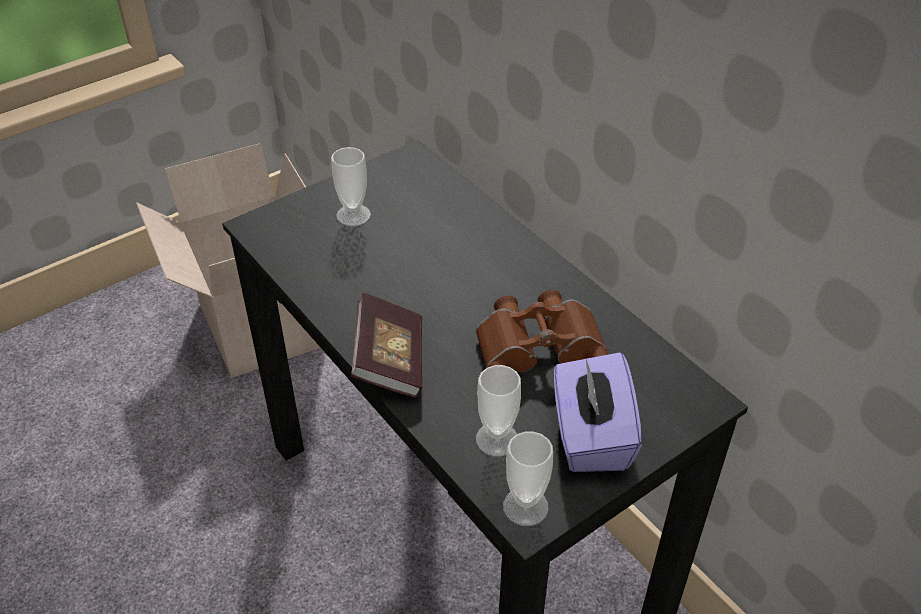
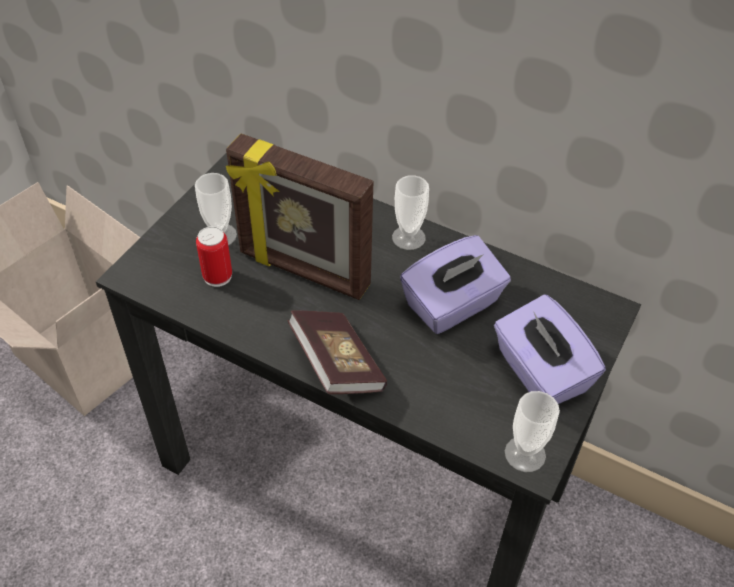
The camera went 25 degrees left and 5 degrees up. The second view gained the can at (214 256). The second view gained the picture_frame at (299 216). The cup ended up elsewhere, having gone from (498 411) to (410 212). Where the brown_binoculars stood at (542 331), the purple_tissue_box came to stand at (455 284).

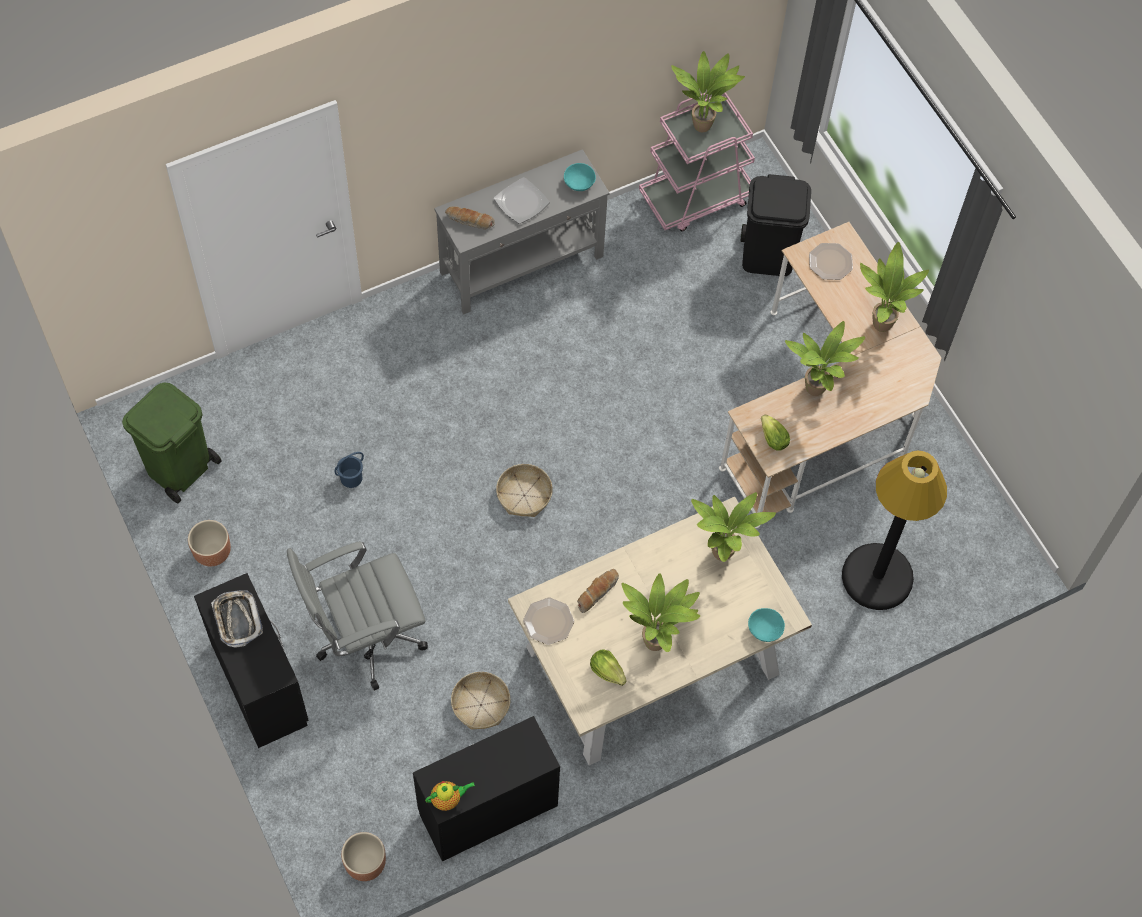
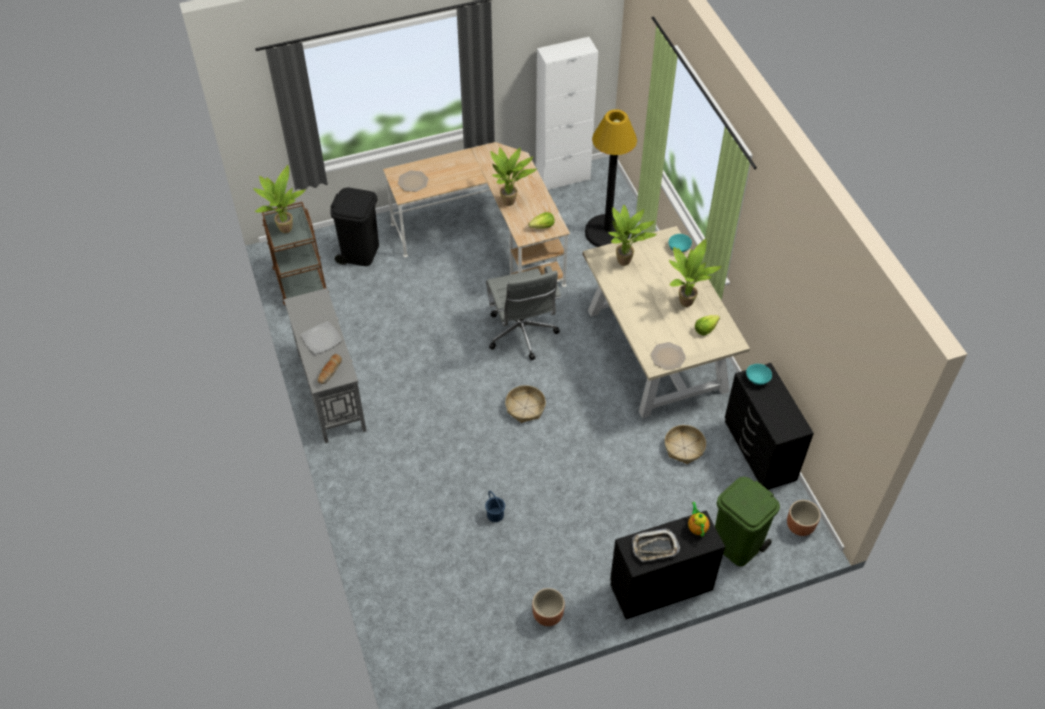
The camera went 80 degrees left and 10 degrees down. What was the pink_cart at (697 161) turned into the brown_cart at (295 254). The grey_office_chair ended up elsewhere, having gone from (357 616) to (523 313). The second view gained the white_cabinet at (567 113). The teapot ended up elsewhere, having gone from (450 796) to (699 519). The green_trash_can ended up elsewhere, having gone from (172 442) to (747 521). The turquoise_bowl ended up elsewhere, having gone from (580 177) to (759 374). The second view lost the bread at (598 591). The second view lost the potted_plant at (894 287).

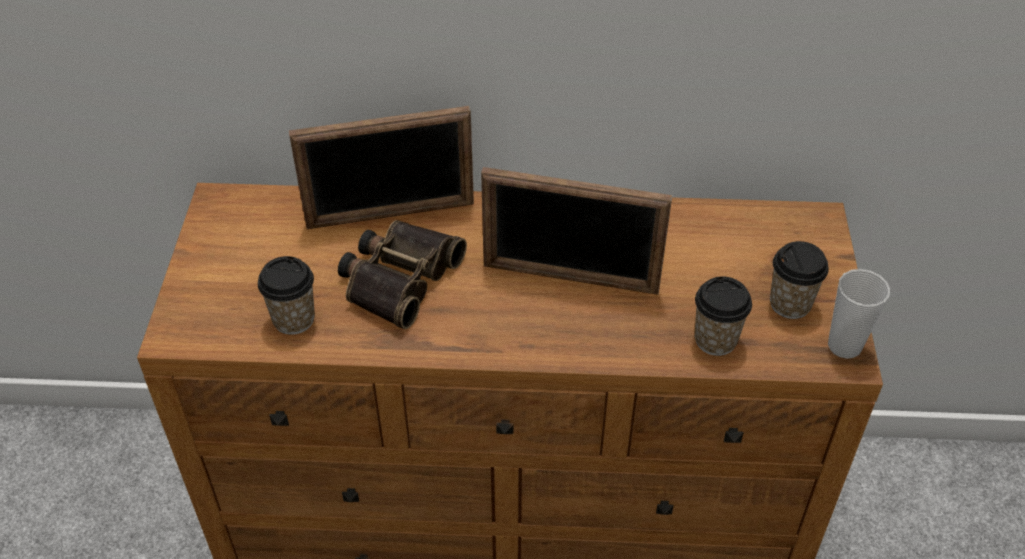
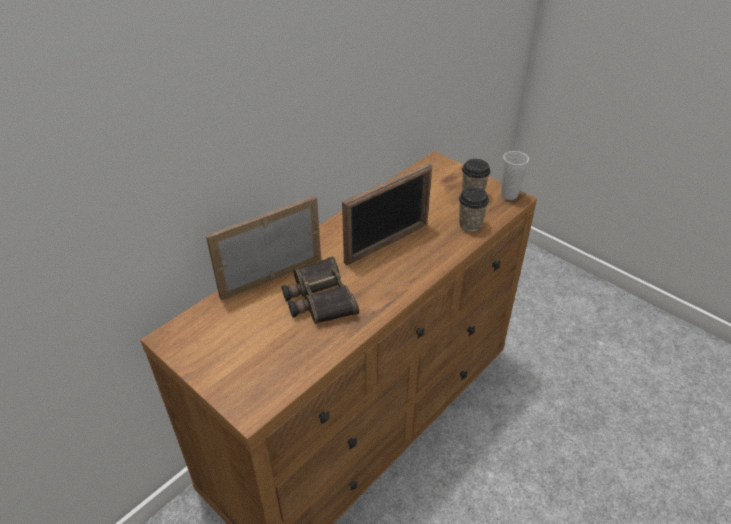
The camera went 50 degrees left and 5 degrees down. The picture_frame at (381 167) ended up facing another way, 150 degrees counterclockwise from before. The second view lost the cup at (286 295).

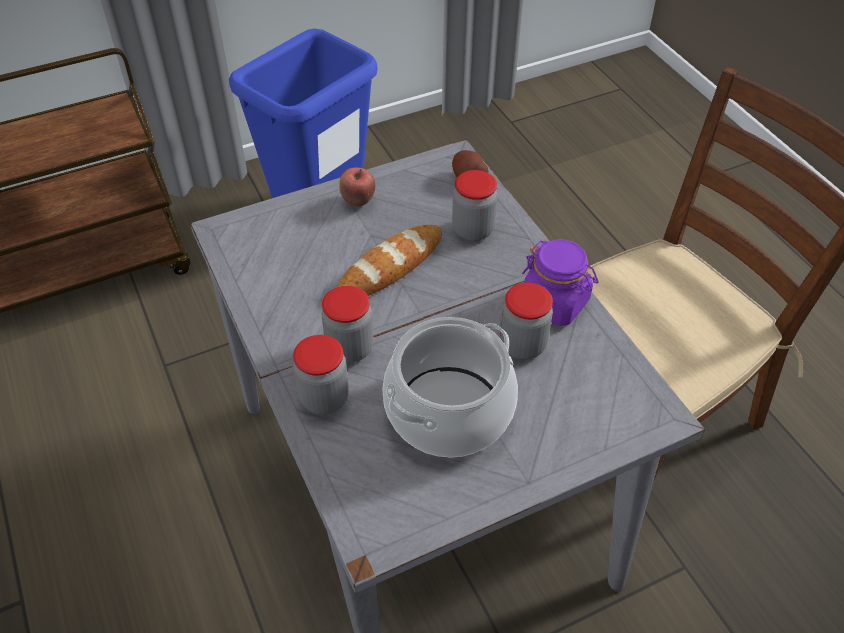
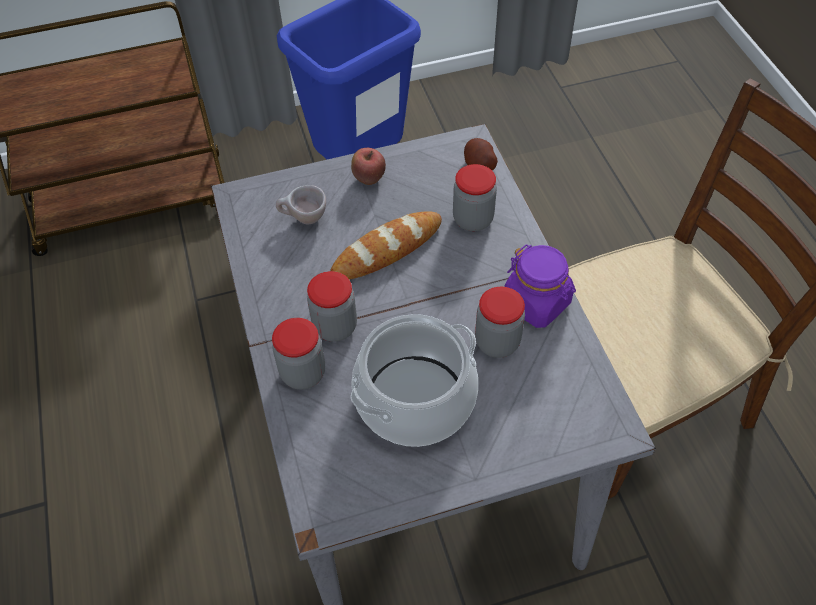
The camera went 10 degrees right and 5 degrees up. The second view gained the beige_cup at (301 204).

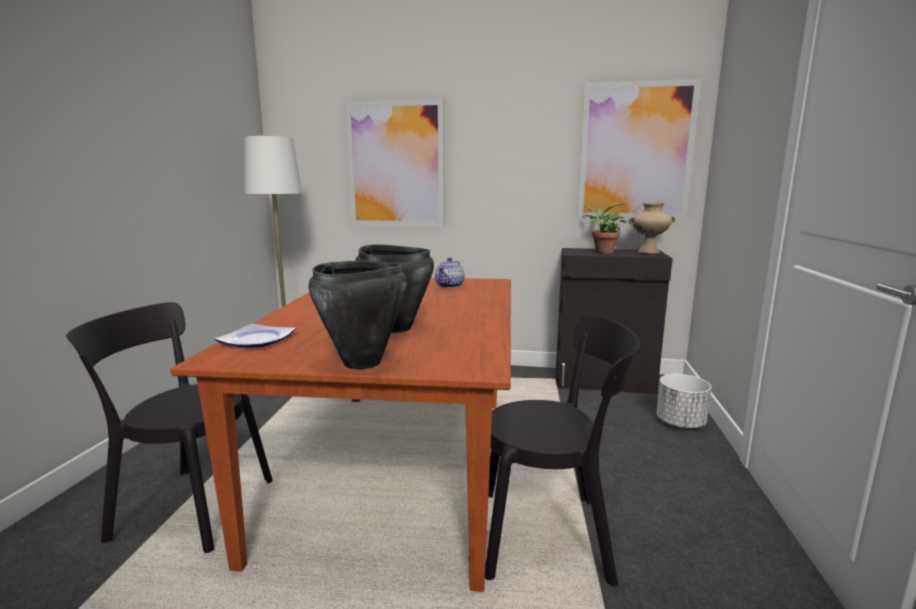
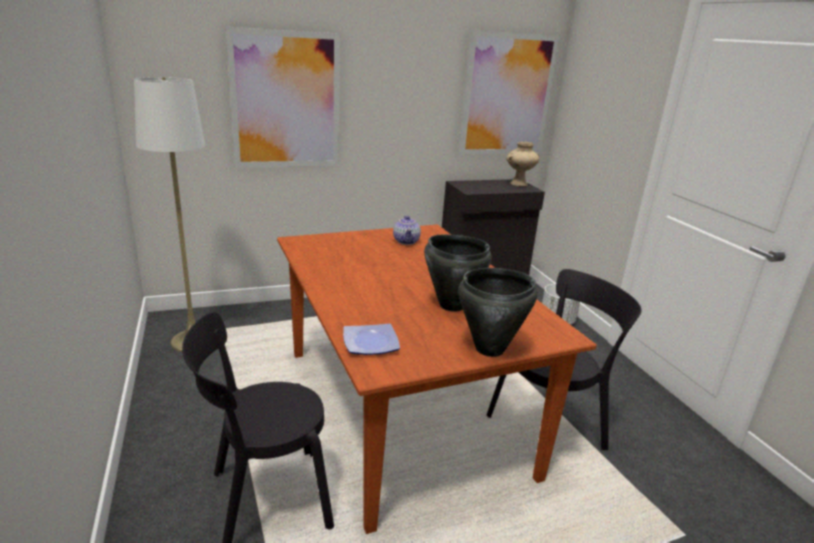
The camera went 30 degrees left and 10 degrees up. The second view lost the potted_plant at (607 228).

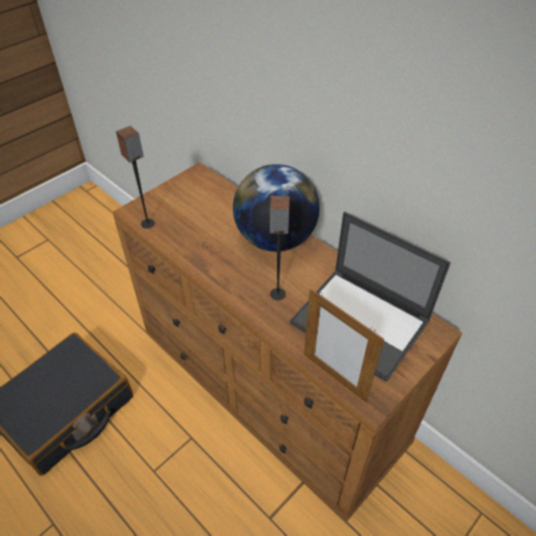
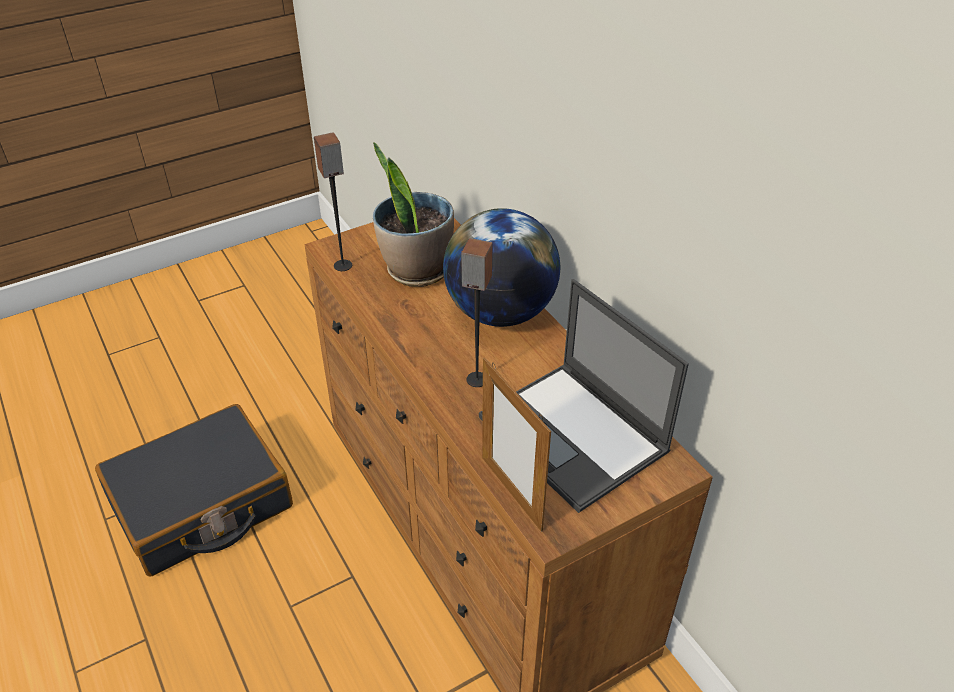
The camera went 15 degrees right and 5 degrees down. The second view gained the potted_plant at (413 214).

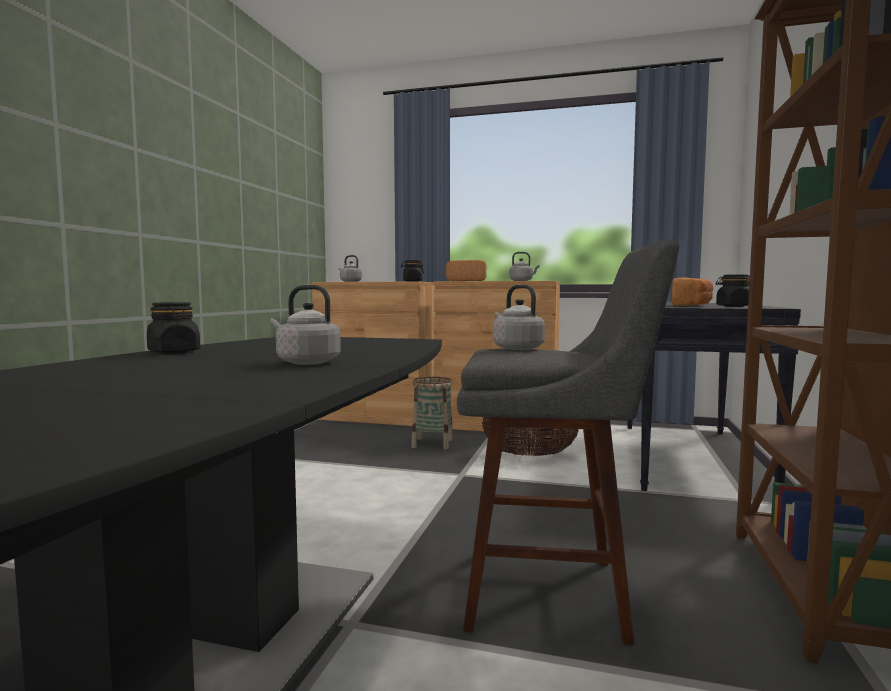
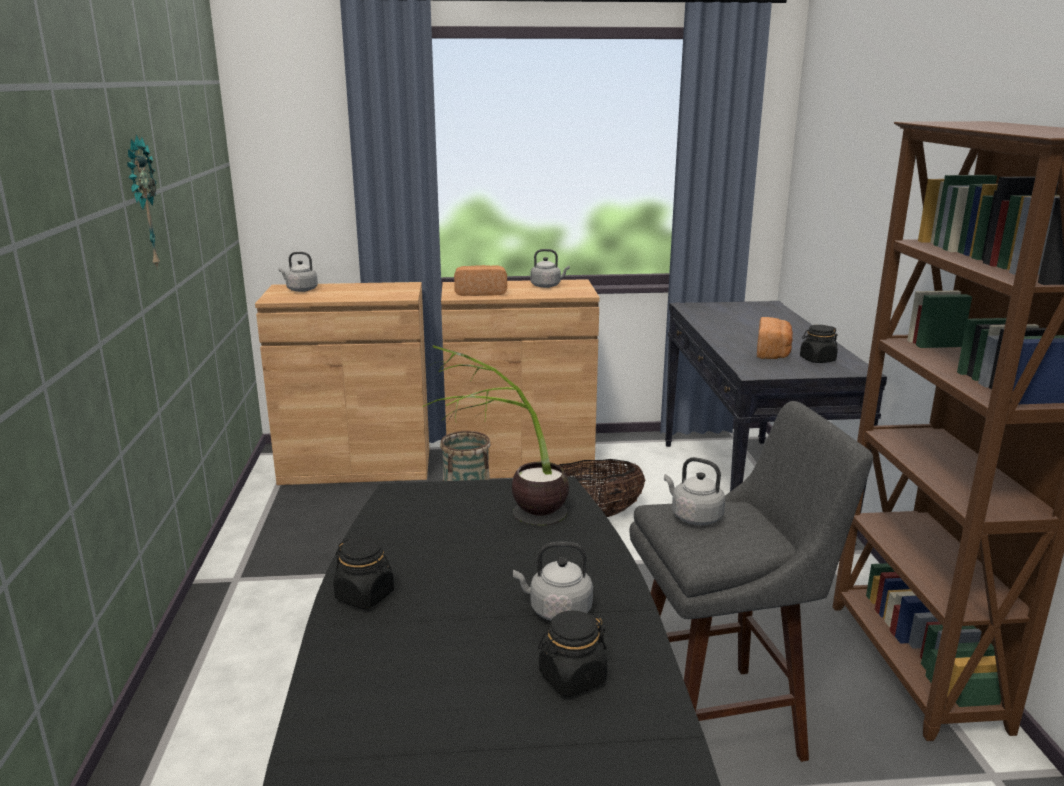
The camera went 20 degrees left and 15 degrees up. The second view gained the wall_clock at (143 202). The second view gained the potted_plant at (496 435). The black_jar ended up elsewhere, having gone from (412 271) to (572 653).

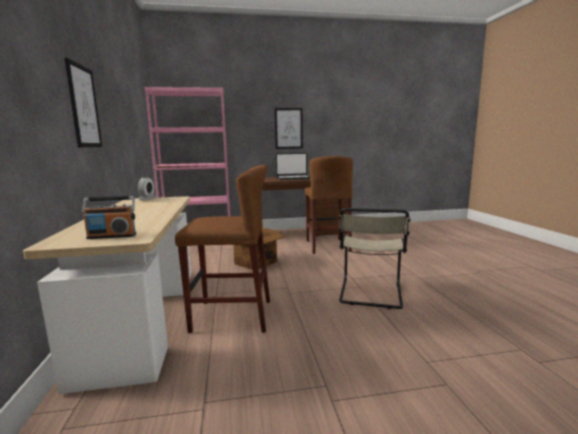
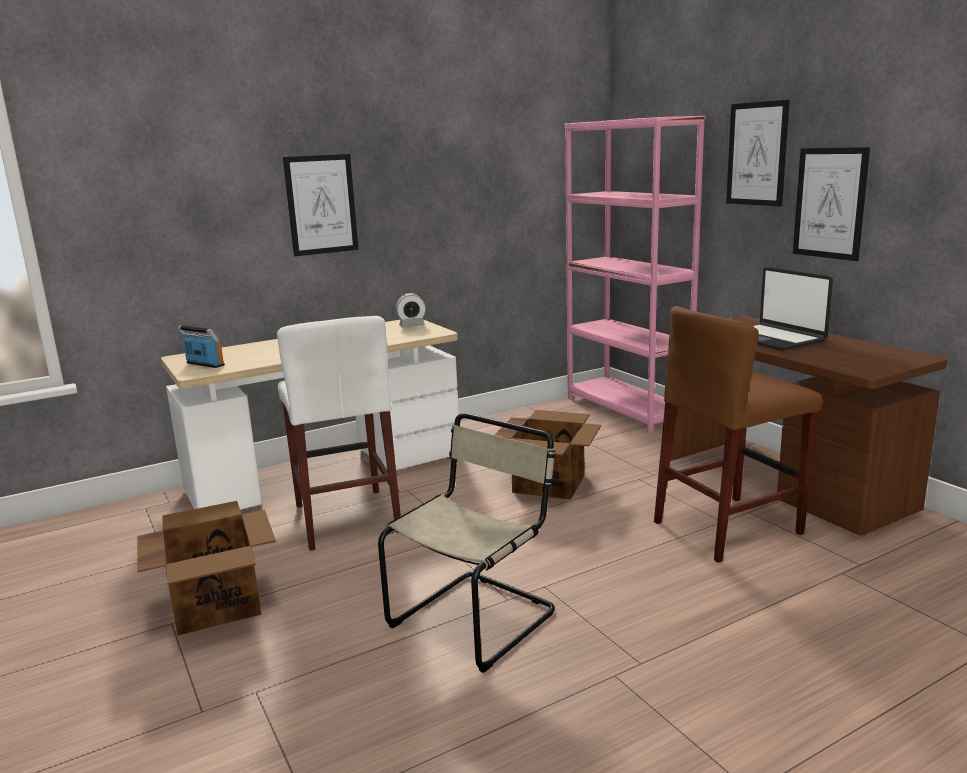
The camera went 70 degrees right and 5 degrees up. The second view gained the cardboard_box at (206 568). The radio at (109 217) ended up facing another way, 150 degrees clockwise from before. What was the brown_stool at (222 249) turned into the white_stool at (339 433). The beige_chair at (374 258) ended up facing another way, 135 degrees clockwise from before. The second view gained the picture at (758 153).

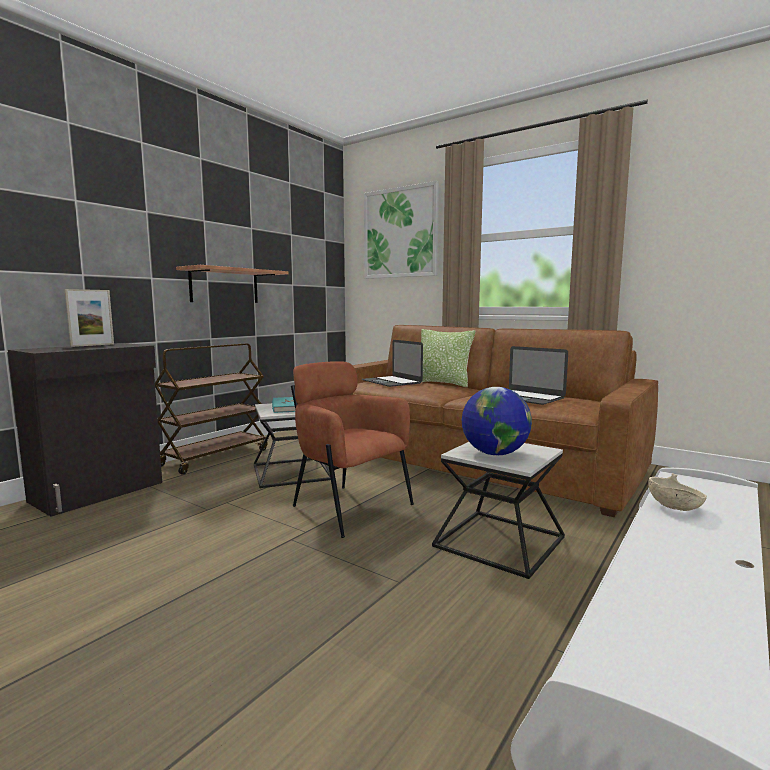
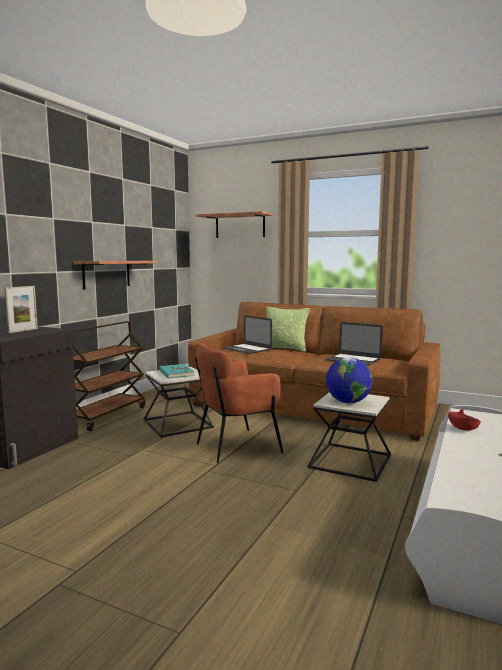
The camera went 10 degrees left and 0 degrees up. The brown_armchair at (352 449) ended up facing another way, 60 degrees counterclockwise from before. Where the picture hung at (401 230), the shelf came to hang at (234 224). What was the beige_bowl at (677 492) turned into the red_bowl at (464 420).

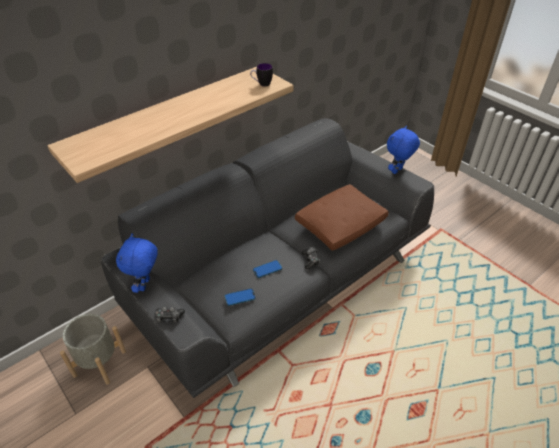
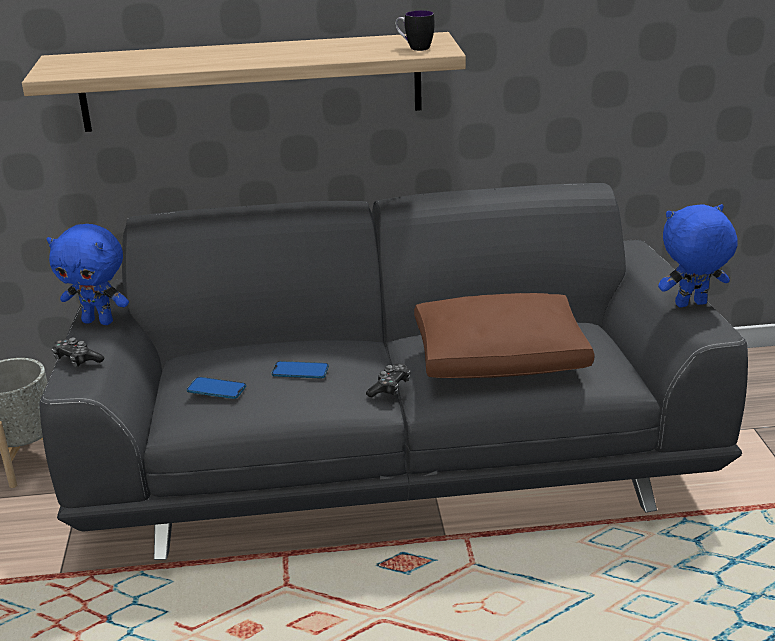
The camera went 35 degrees right and 15 degrees down. The blue_plush_toy at (137 263) ended up facing another way, 120 degrees counterclockwise from before.

